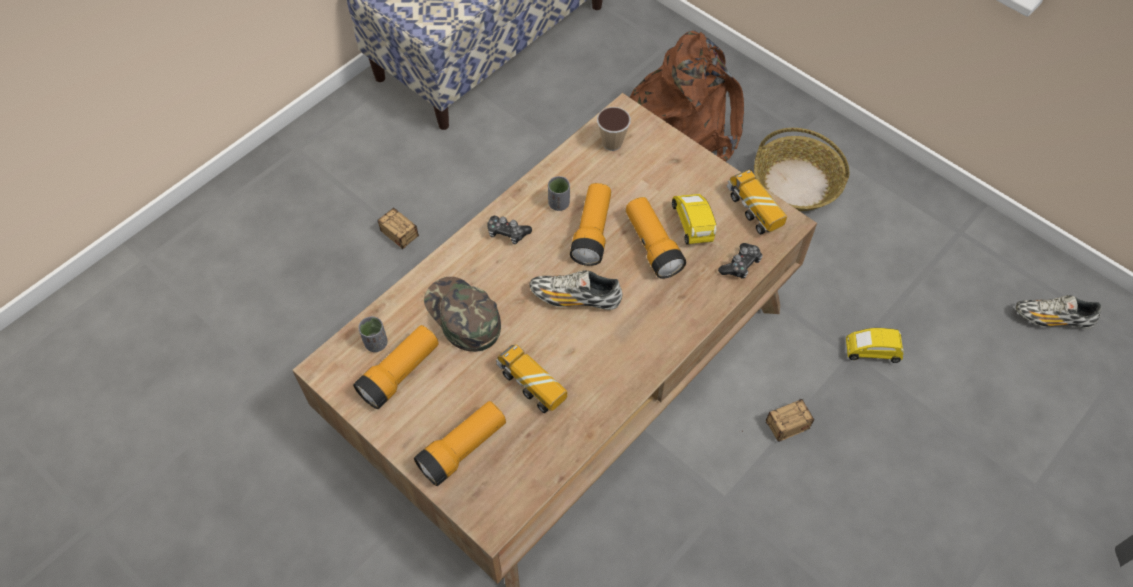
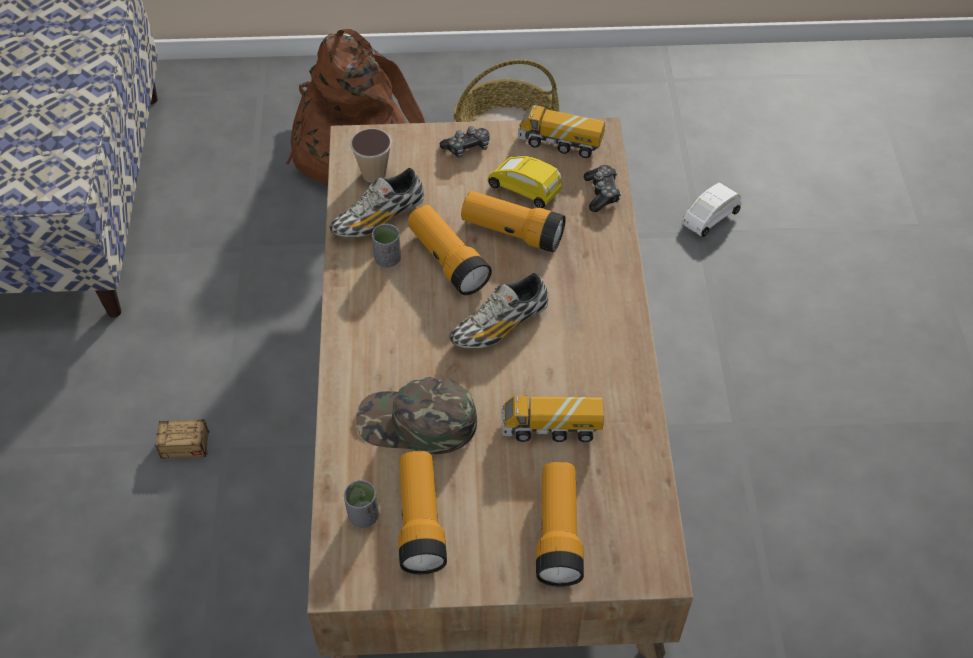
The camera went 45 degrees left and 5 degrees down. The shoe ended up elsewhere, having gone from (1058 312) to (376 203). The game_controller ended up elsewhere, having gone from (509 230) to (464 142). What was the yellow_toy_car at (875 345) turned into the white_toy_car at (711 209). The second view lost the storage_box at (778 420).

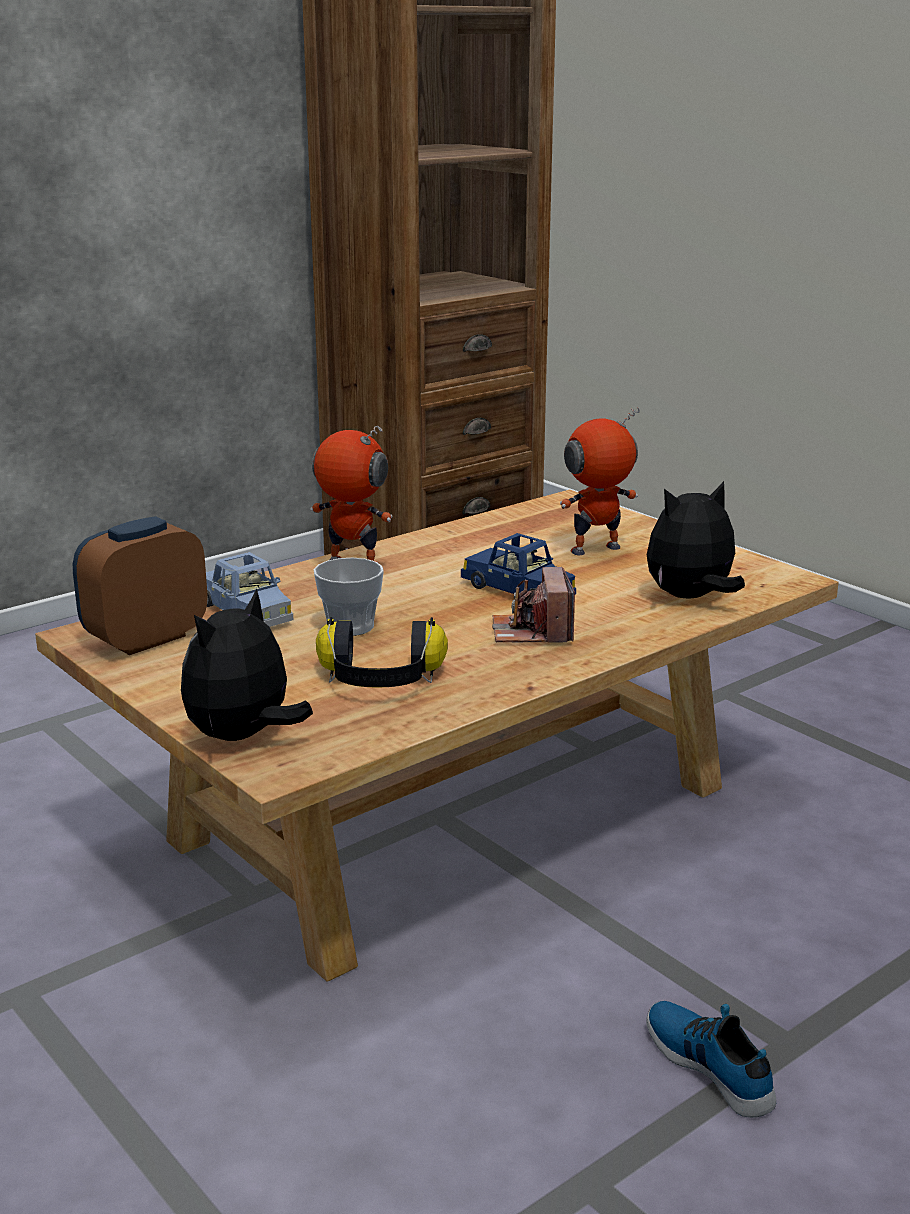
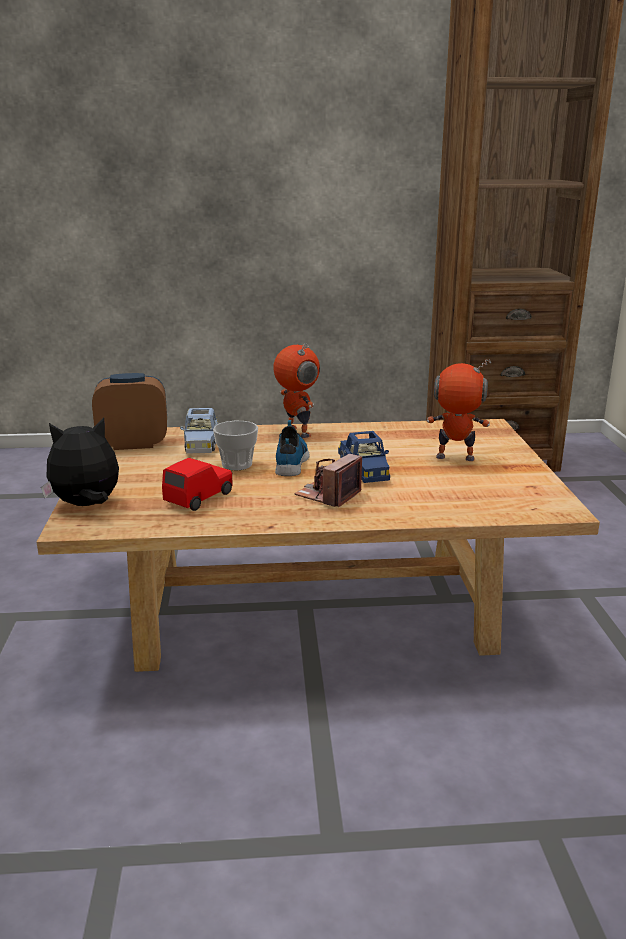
The camera went 35 degrees right and 0 degrees up. Where the headphones stood at (382 652), the red_toy_car came to stand at (197 484). The shoe ended up elsewhere, having gone from (711 1059) to (292 448). The second view lost the plush_toy at (696 540).

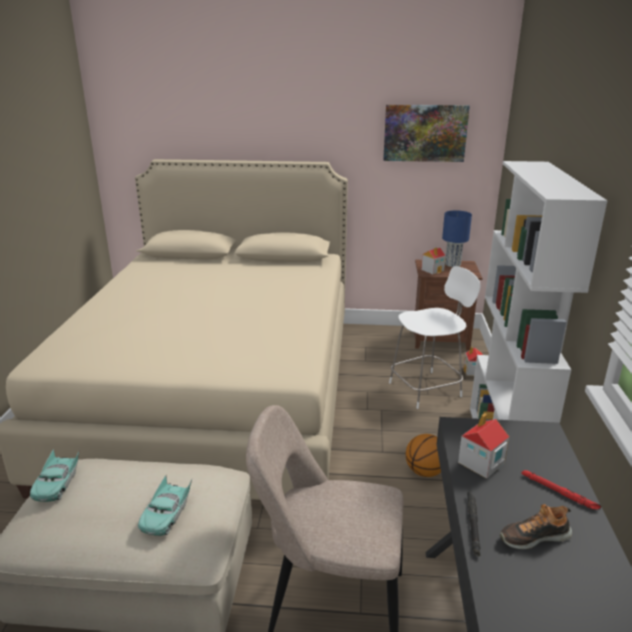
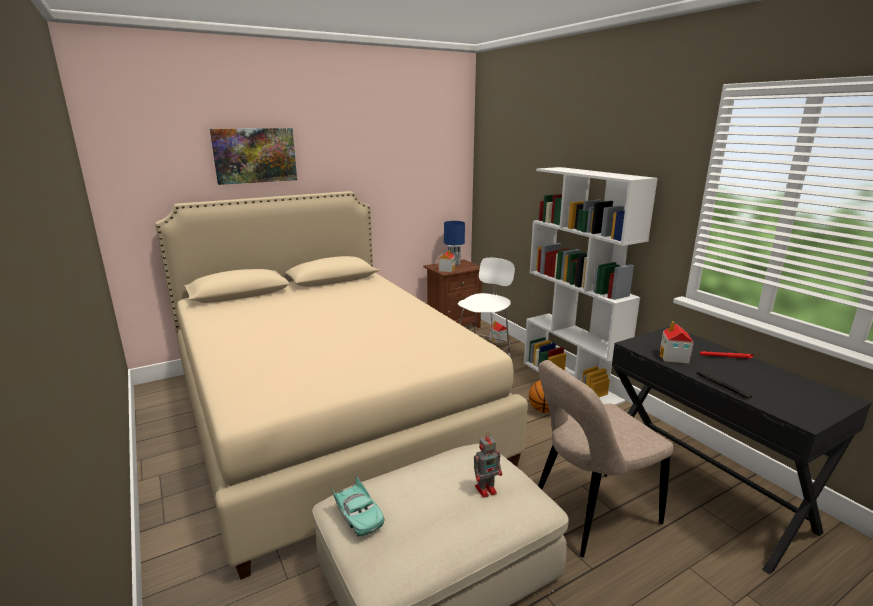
The camera went 35 degrees left and 5 degrees down. The picture ended up elsewhere, having gone from (426 133) to (253 156). Where the turquoise_toy_car stood at (165 505), the toy_robot came to stand at (488 465). The second view lost the shoe at (536 526).

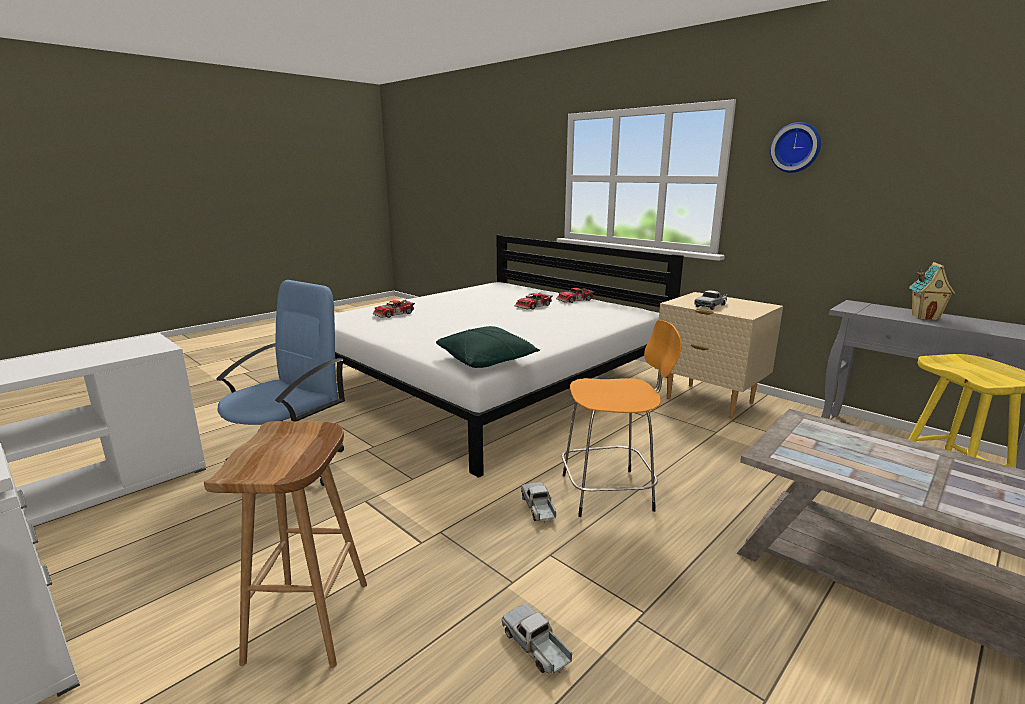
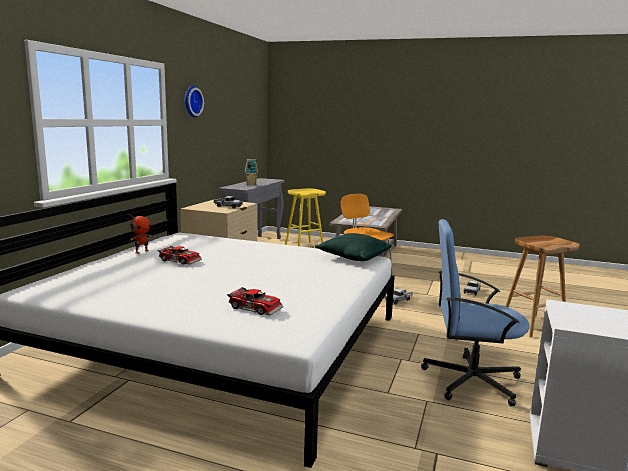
The camera went 115 degrees left and 5 degrees down. Where the toy_car stood at (575 295), the toy_robot came to stand at (140 234).

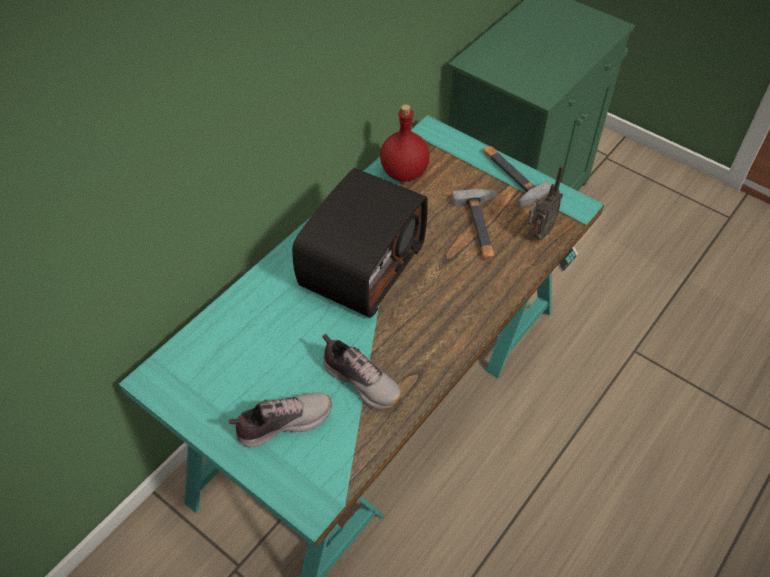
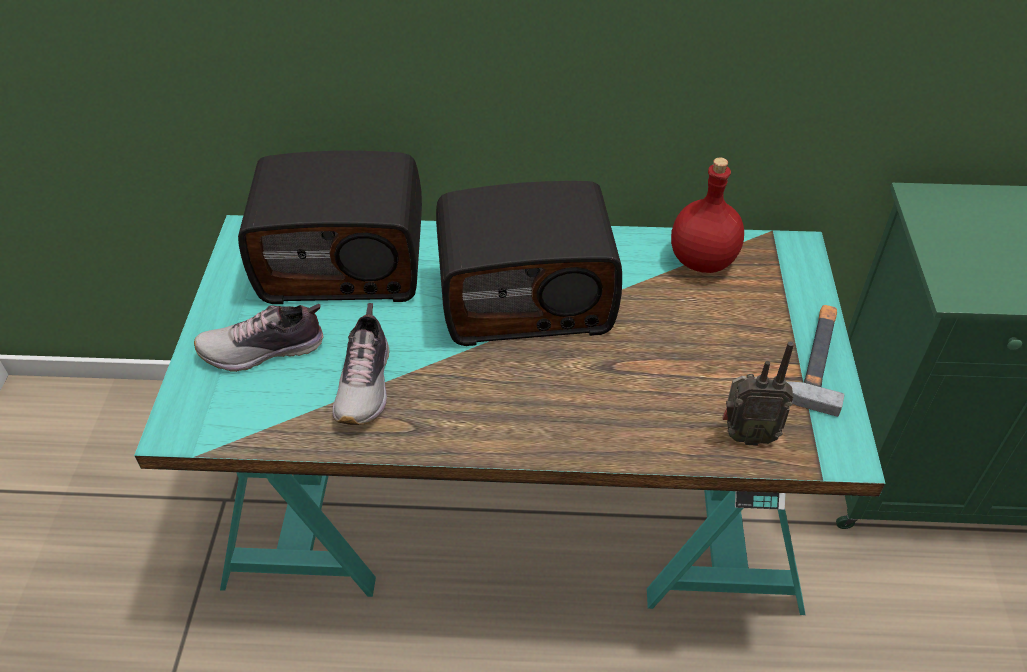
The camera went 55 degrees right and 5 degrees down. The shoe at (280 420) ended up facing another way, 135 degrees clockwise from before. The second view gained the radio at (330 227). The second view lost the hammer at (474 224).

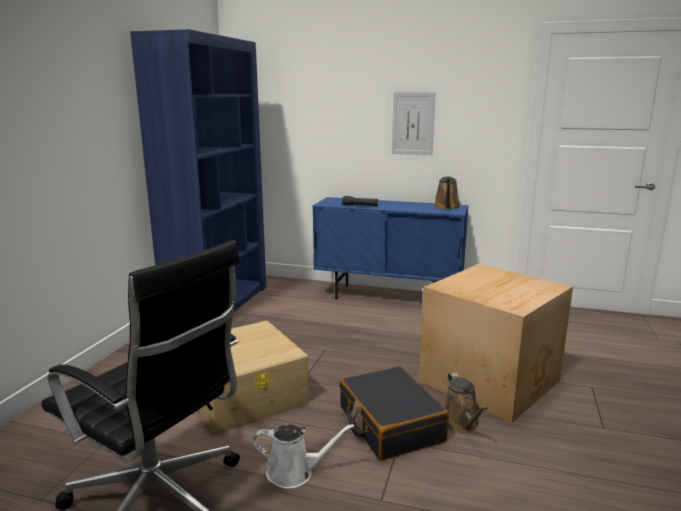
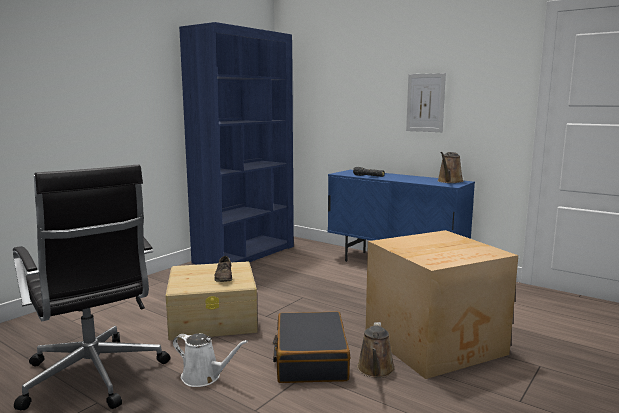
The camera went 20 degrees right and 5 degrees down. The second view gained the brown_shoe at (223 269).

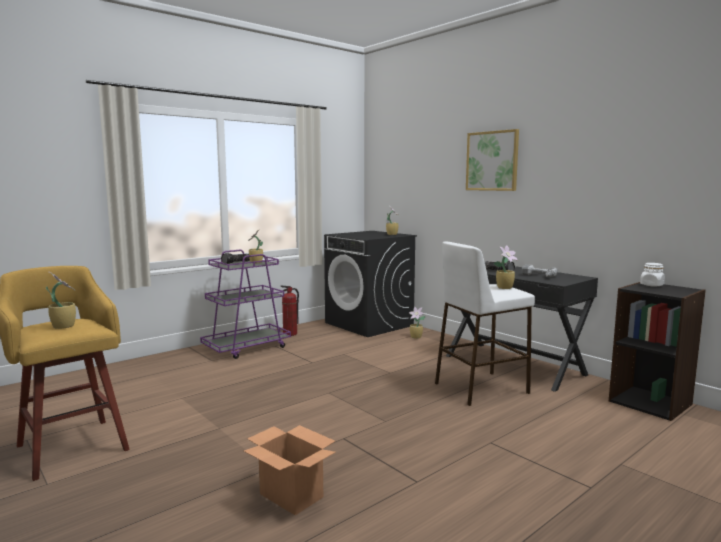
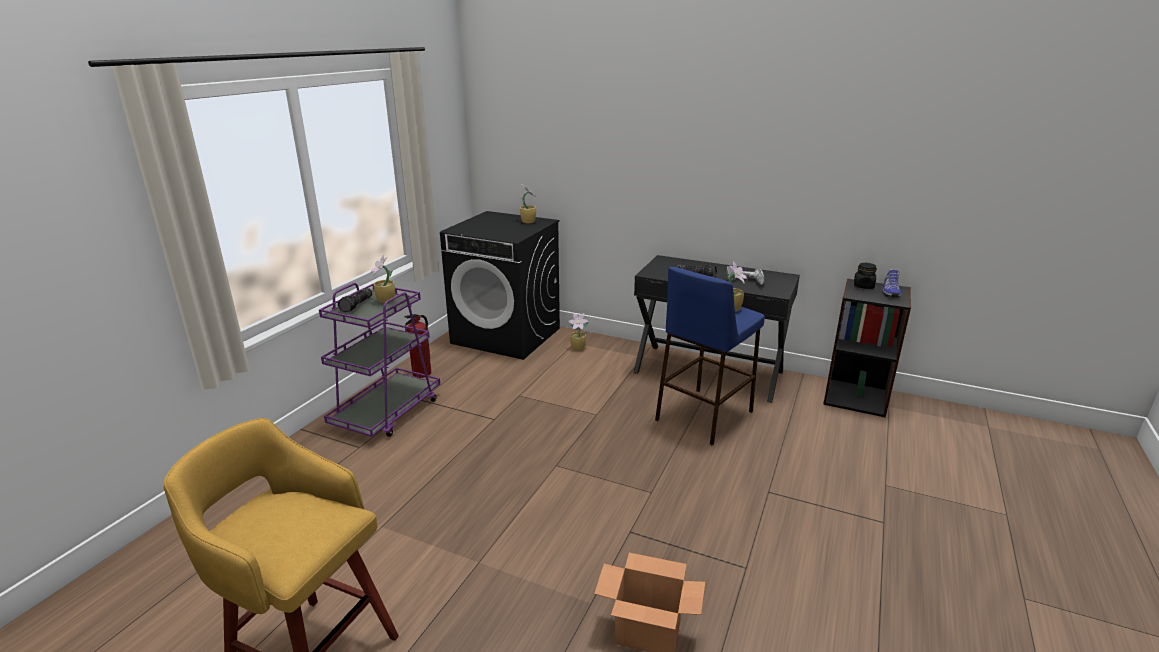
The camera went 25 degrees left and 15 degrees up. What was the white_stool at (485 324) turned into the blue_stool at (710 356). What was the white_jar at (652 275) turned into the black_jar at (865 275). The second view gained the shoe at (891 283). The second view lost the potted_plant at (61 300). The second view lost the picture at (492 160).

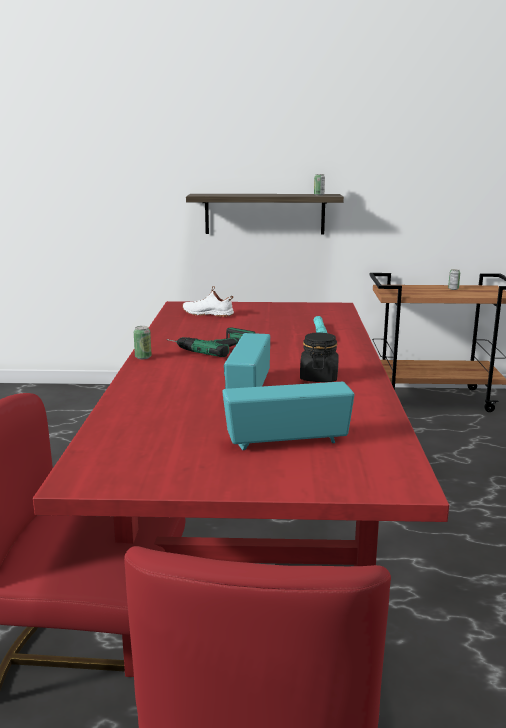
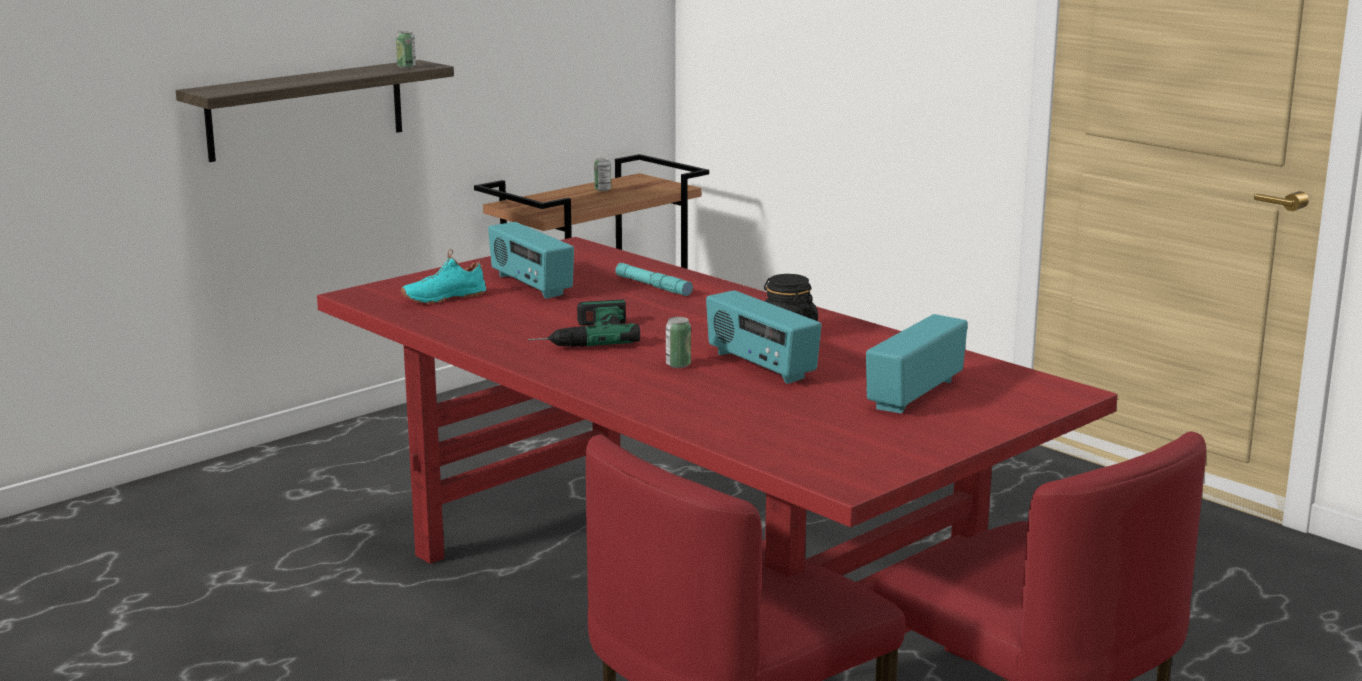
The camera went 45 degrees left and 0 degrees up. What was the white_shoe at (208 301) turned into the turquoise_shoe at (443 276). The second view gained the radio at (531 260). The can ended up elsewhere, having gone from (143 342) to (678 342).

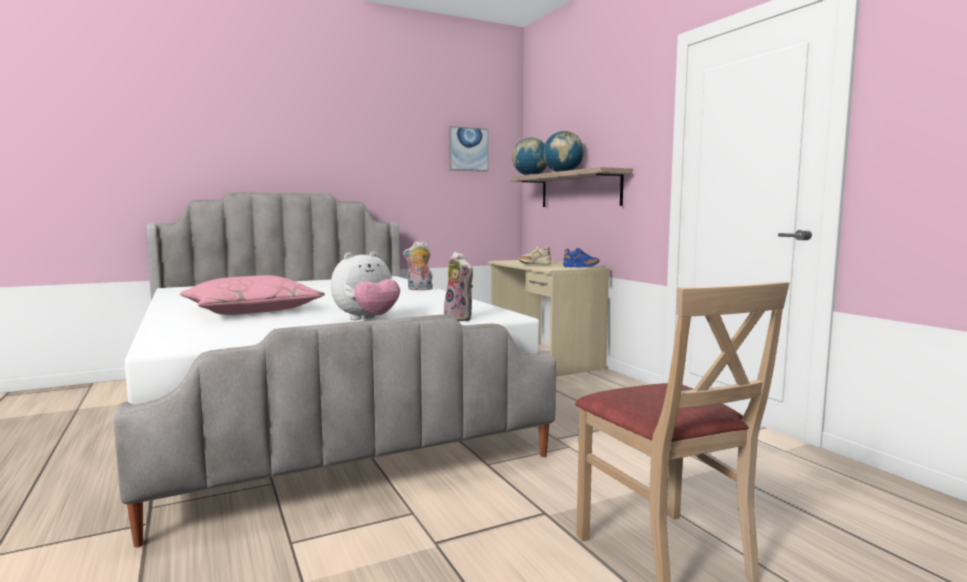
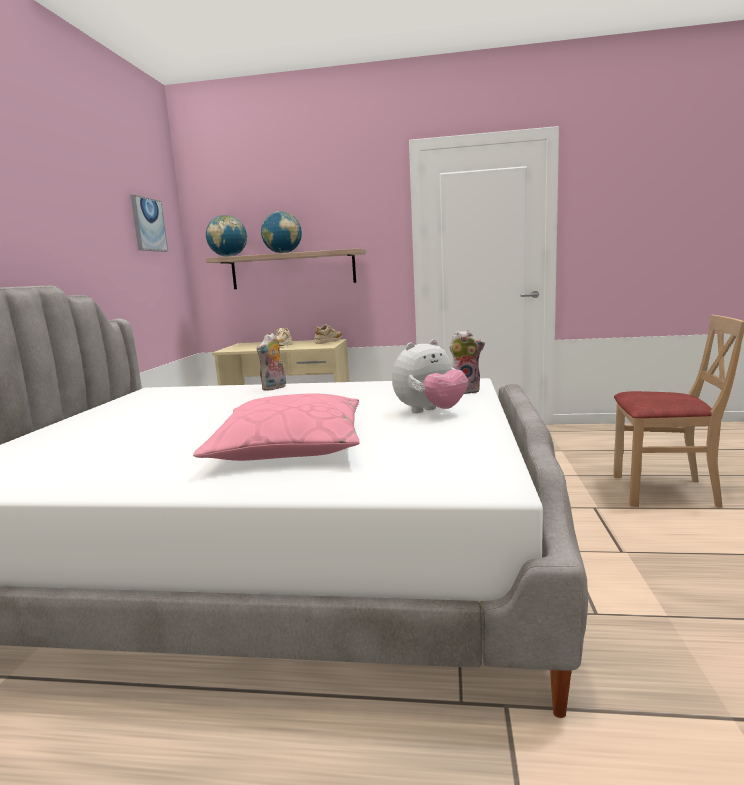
The camera went 55 degrees left and 5 degrees up. What was the blue_shoe at (581 257) turned into the beige_shoe at (328 334). The plush_toy at (365 285) ended up facing another way, 60 degrees clockwise from before.

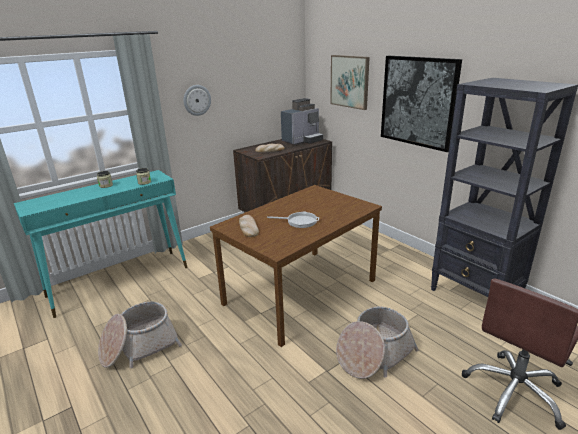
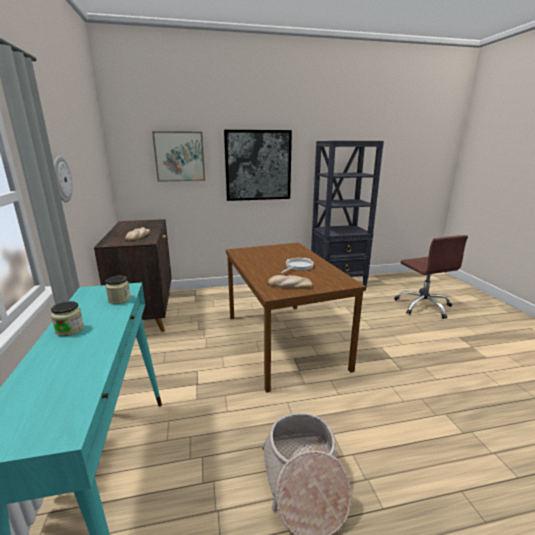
The camera went 65 degrees left and 5 degrees down. The second view lost the coffee_machine at (302 121). The second view lost the basket at (377 342).

